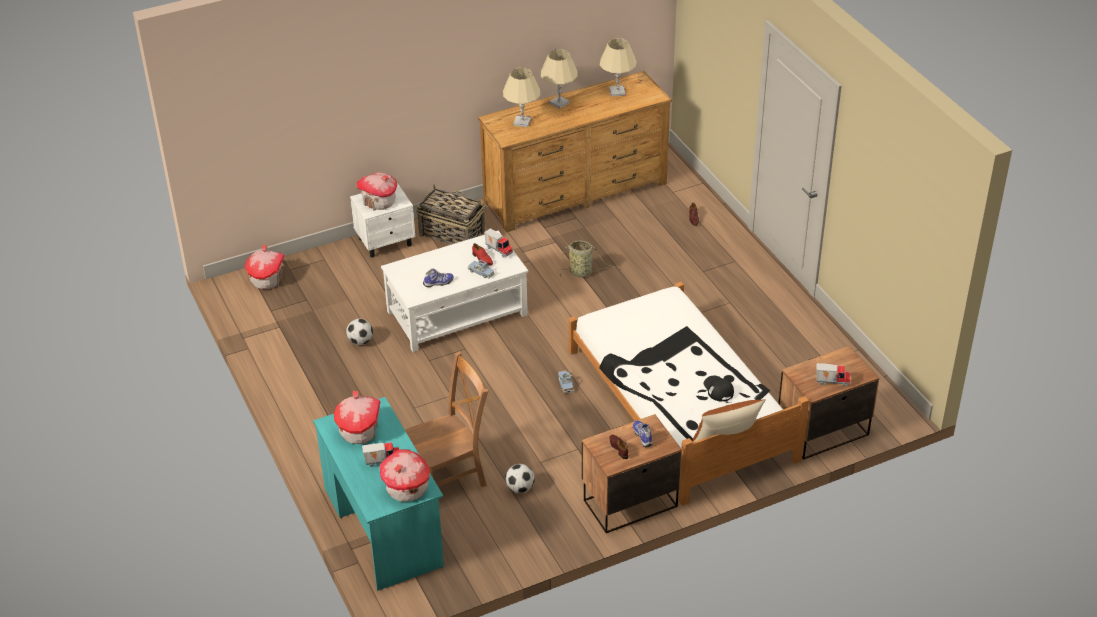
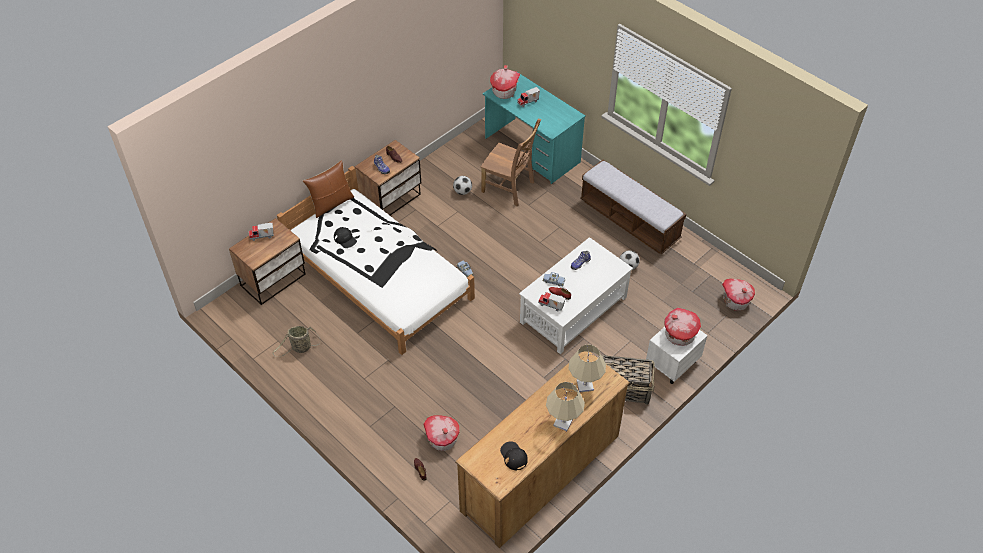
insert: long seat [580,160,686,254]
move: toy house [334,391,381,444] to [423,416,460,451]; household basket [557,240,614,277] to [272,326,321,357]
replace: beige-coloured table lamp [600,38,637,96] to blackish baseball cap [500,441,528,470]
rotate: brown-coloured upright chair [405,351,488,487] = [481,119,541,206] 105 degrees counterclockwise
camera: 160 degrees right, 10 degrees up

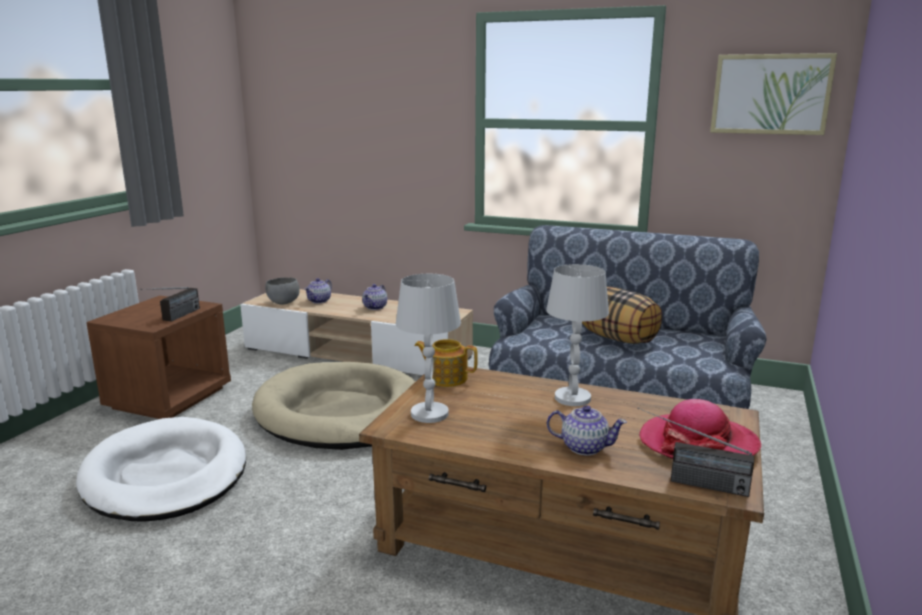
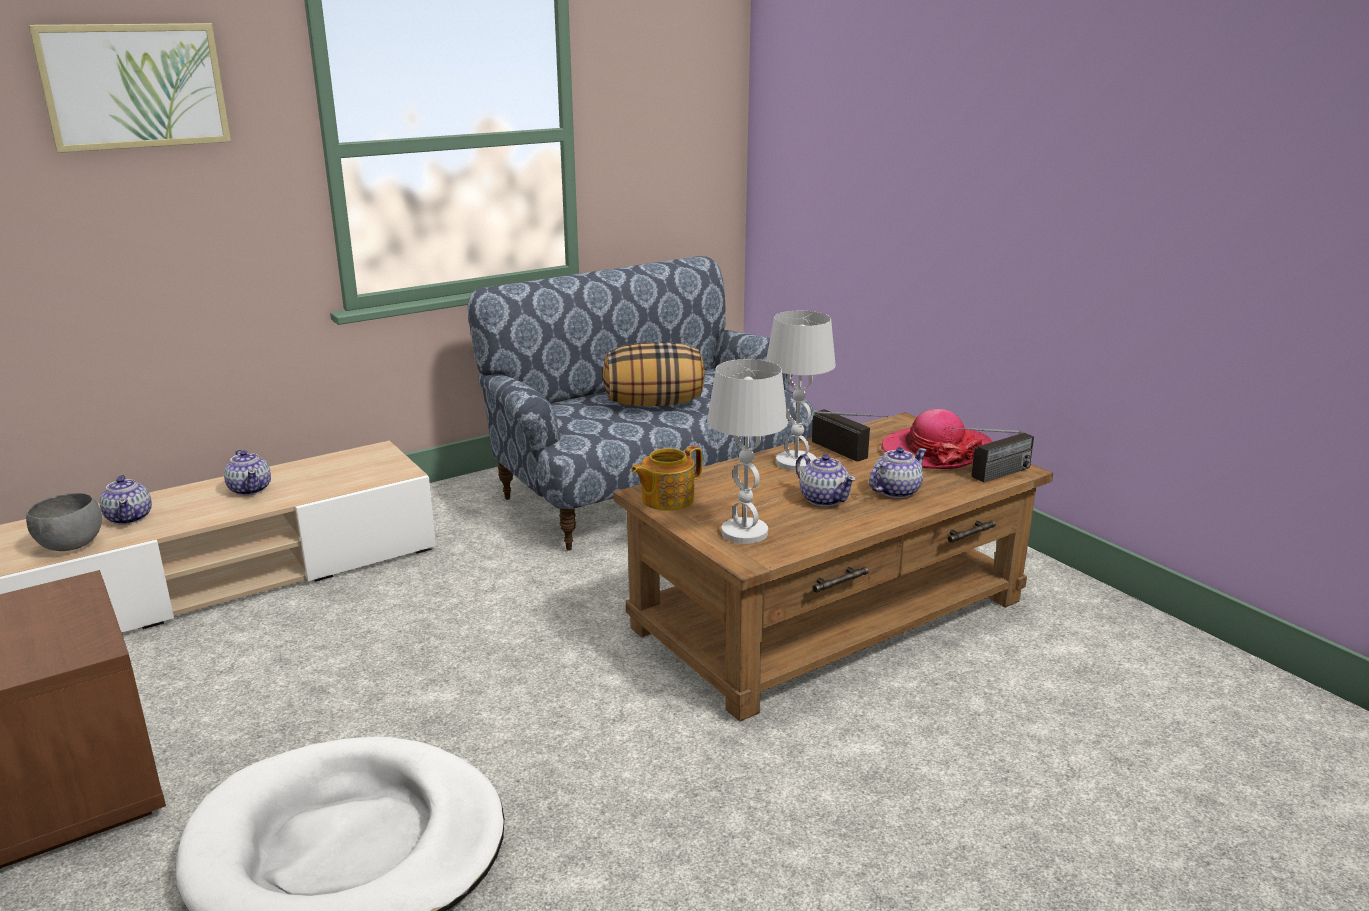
delete: beige-coloured dog bed [252,362,416,450]
insert: tea pot [796,454,856,507]
move: radio [140,287,200,322] to [812,409,889,461]; wall art [710,53,837,135] to [28,23,231,153]
camera: 55 degrees left, 5 degrees up

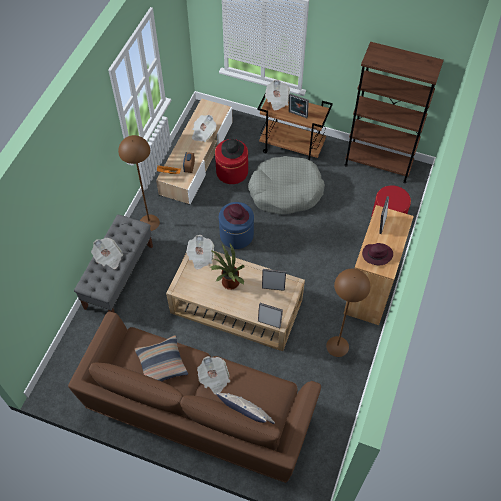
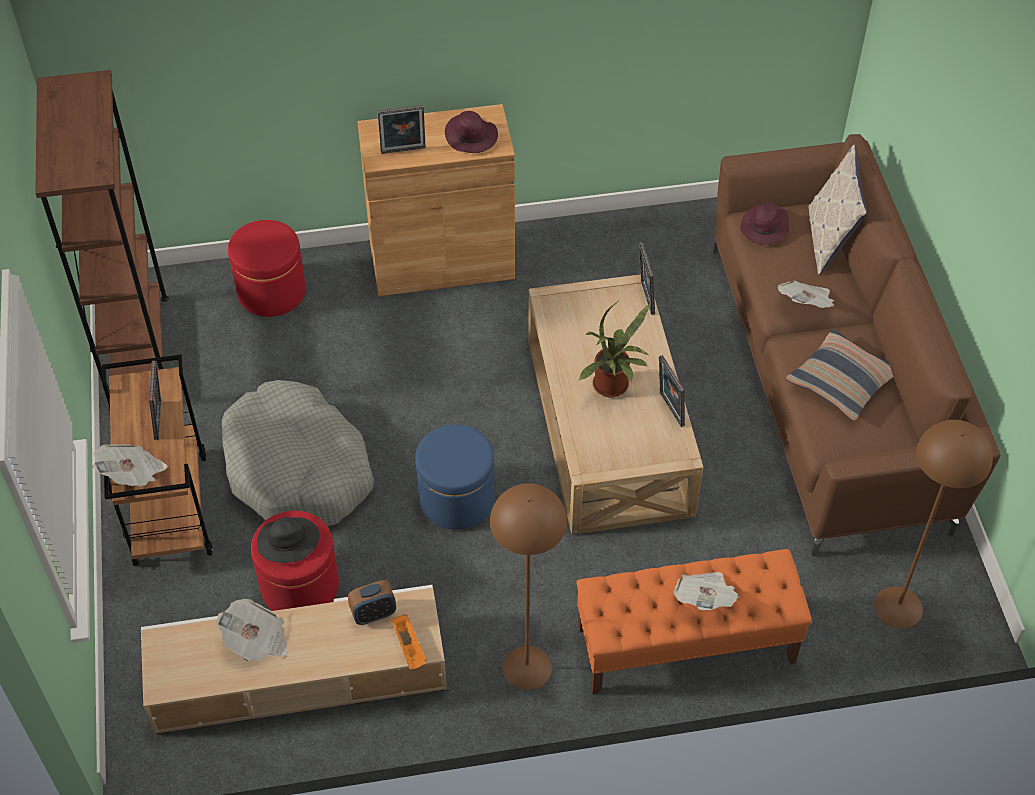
delete: printed paper [186,235,214,270]
move: purplish wearable hat [223,204,249,225] to [740,202,789,245]; photo frame [262,269,286,291] to [659,355,685,427]; brown-coloured standard lamp [326,269,370,357] to [874,420,993,629]
recolor: gray long seat [74,215,153,313] to orangey long seat [576,549,812,695]
camera: 120 degrees left, 5 degrees down

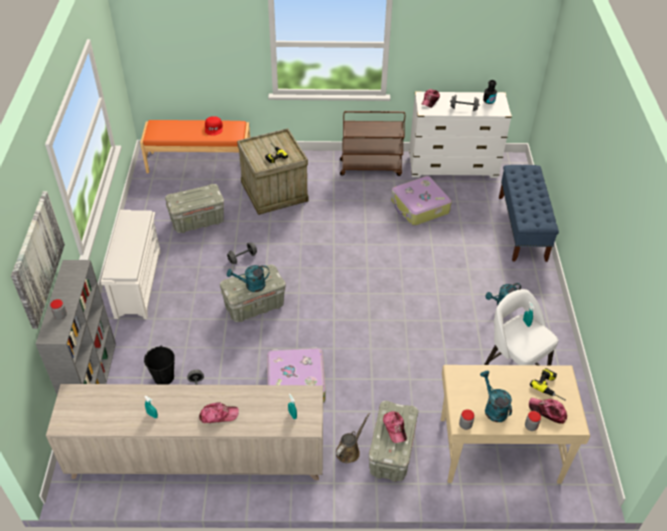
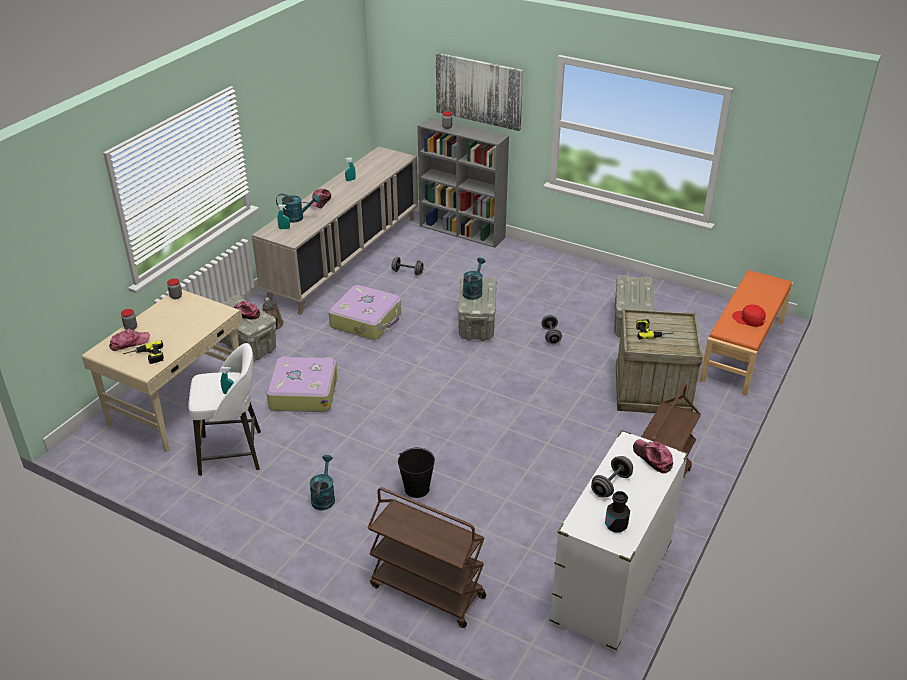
delete: whitish shoe rack [101,210,161,319]
move: blackish water bucket [144,345,175,385] to [398,448,435,498]; suitcase [391,176,452,226] to [267,356,338,412]; turquoise watering pot [480,371,512,422] to [276,194,320,223]
replace: blue long seat [499,165,559,262] to brown-coloured wheeled cart [368,487,486,628]
camera: 120 degrees right, 10 degrees down

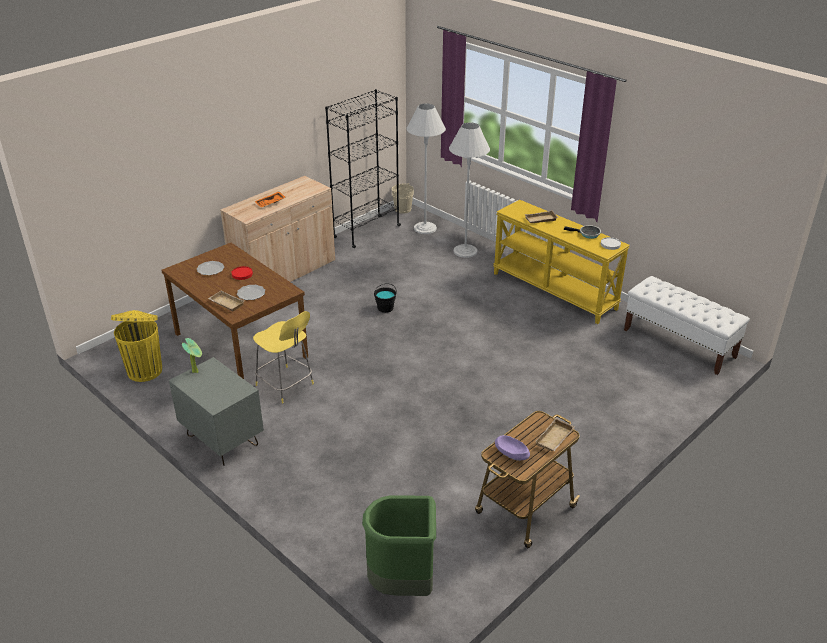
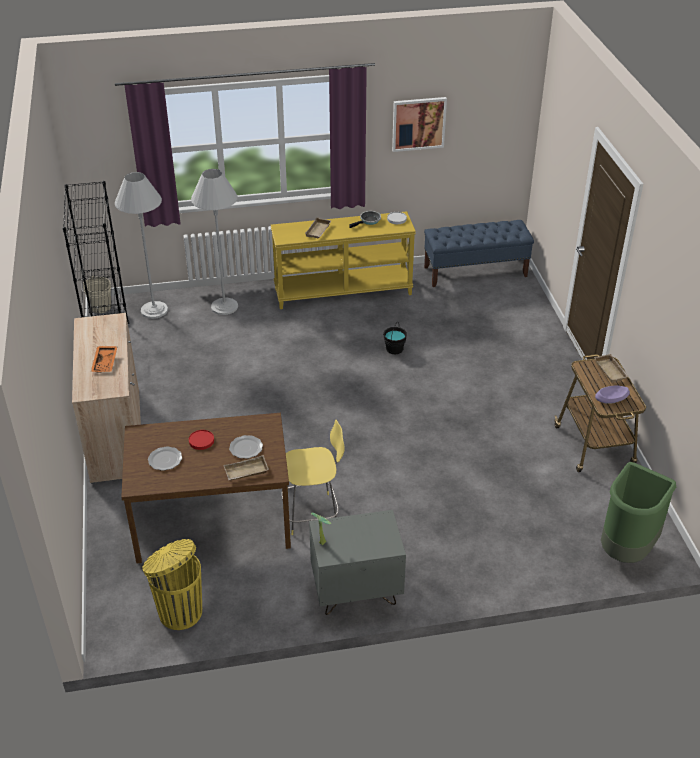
insert: wall art [392,97,447,152]
move: blackish water bucket [374,284,396,313] to [383,322,407,354]
recolor: whitish long seat [624,276,750,375] to blue long seat [424,220,534,287]
camera: 55 degrees left, 5 degrees up

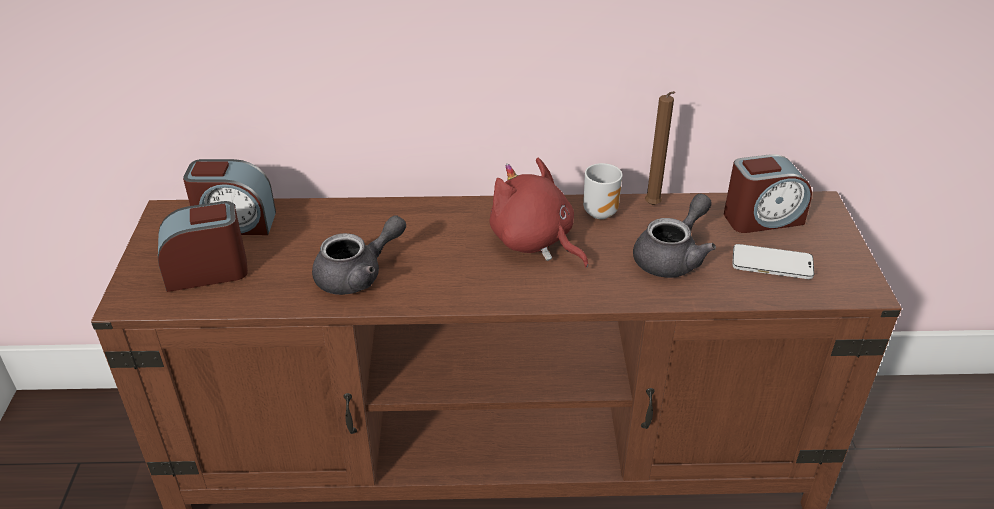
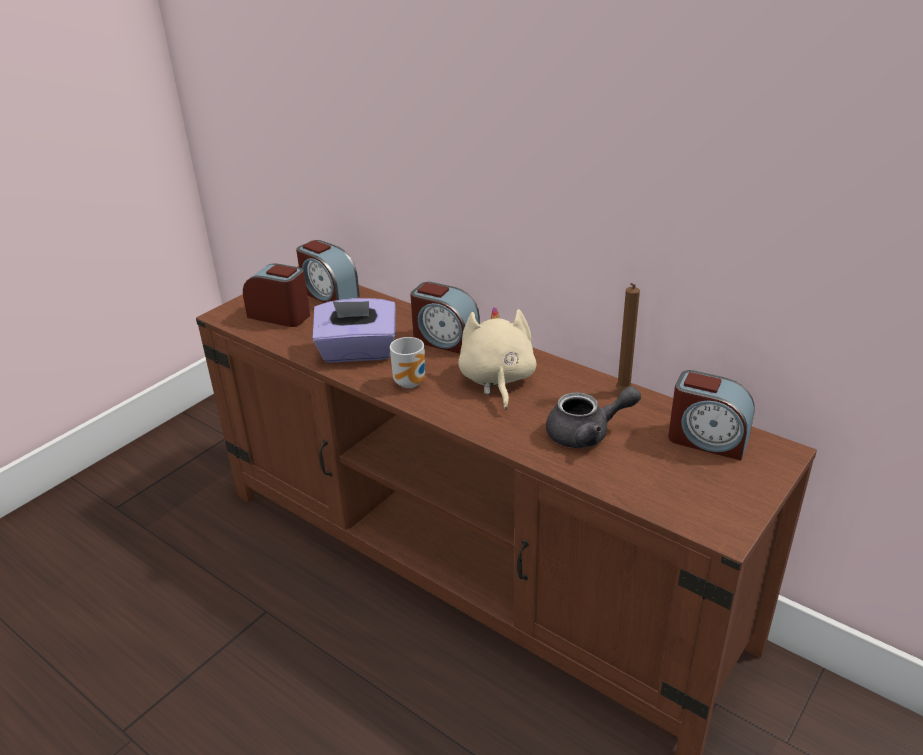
delete: phone [732,244,814,279]
insert: table clock [410,282,480,354]
move: mug [583,163,623,219] to [390,337,425,388]
replace: gray tea pot [312,215,406,295] to purplish box of tissues [312,298,396,363]
recolor: red cuddly toy [490,158,588,267] to beige-coloured cuddly toy [458,306,537,410]
camera: 40 degrees right, 5 degrees down

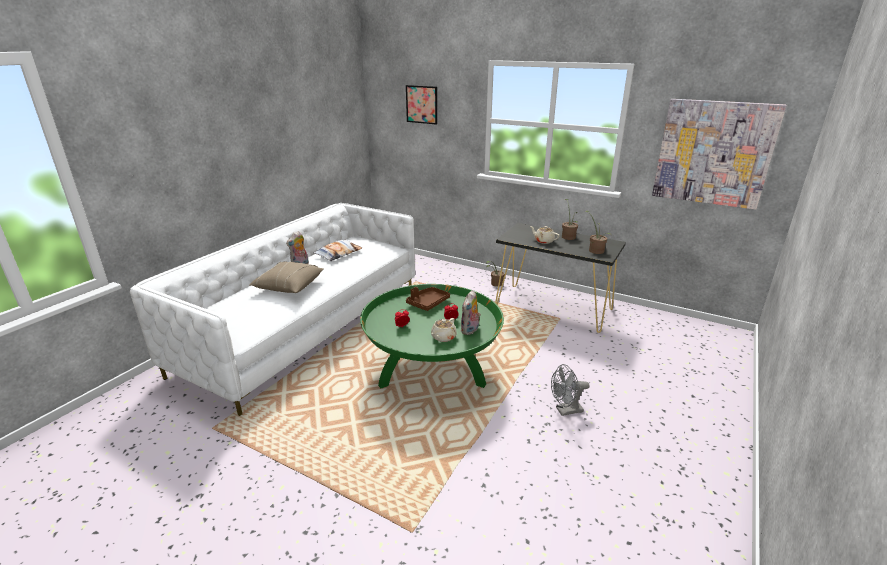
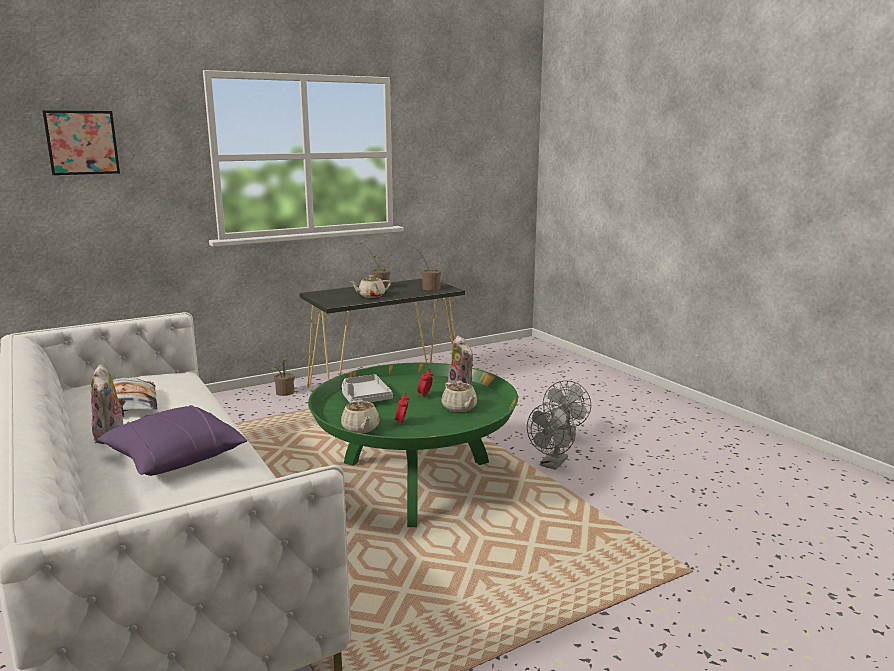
delete: wall art [652,99,787,210]
insert: beige-coloured tea pot [341,399,380,433]; gray cooling fan [527,403,576,470]
recolor: beige-coloured throw pillow [250,261,324,293] to purplish throw pillow [97,405,247,476]; brown-coloured serving tray [406,287,450,311] to gray serving tray [342,374,393,403]
camera: 60 degrees left, 10 degrees down

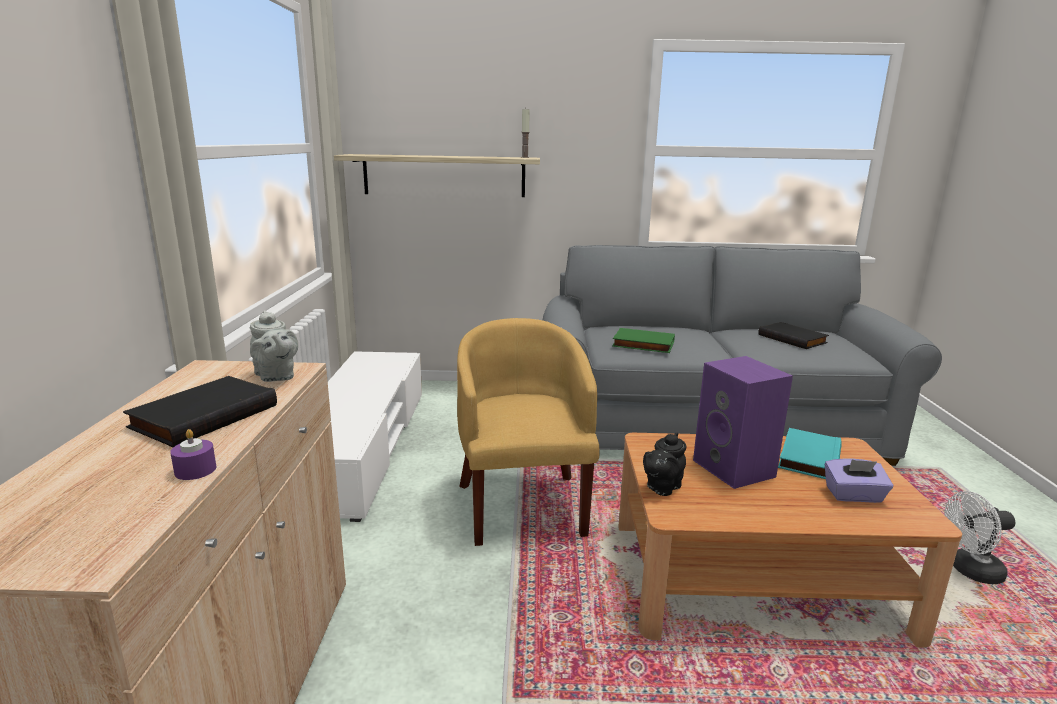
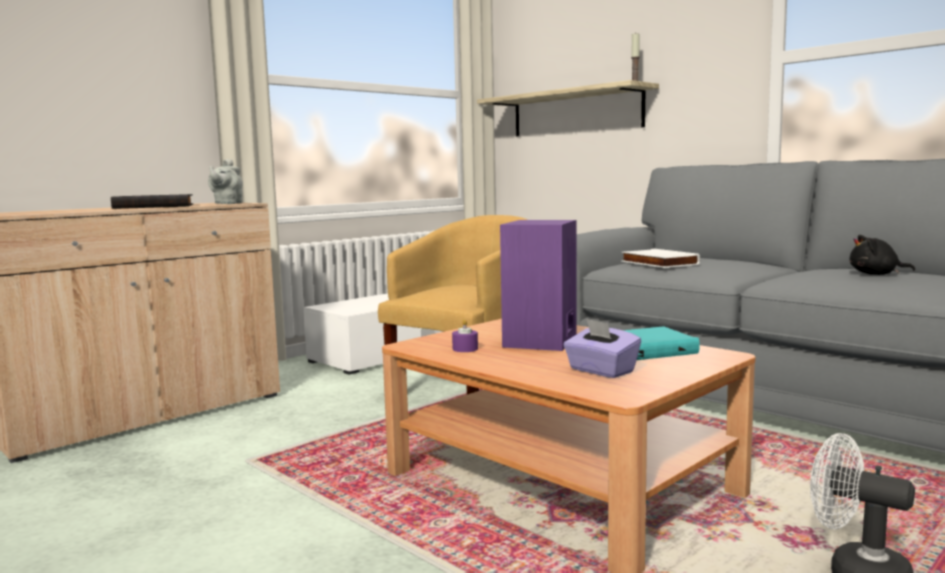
delete: blackish tea pot [643,433,687,496]
move: purplish wax candle [170,429,216,480] to [452,319,478,352]
replace: blackish book [758,322,829,349] to blackish cuddly toy [849,235,915,275]
recolor: green-coloured book [612,328,675,353] to whitish book [621,249,700,268]
camera: 45 degrees right, 10 degrees down

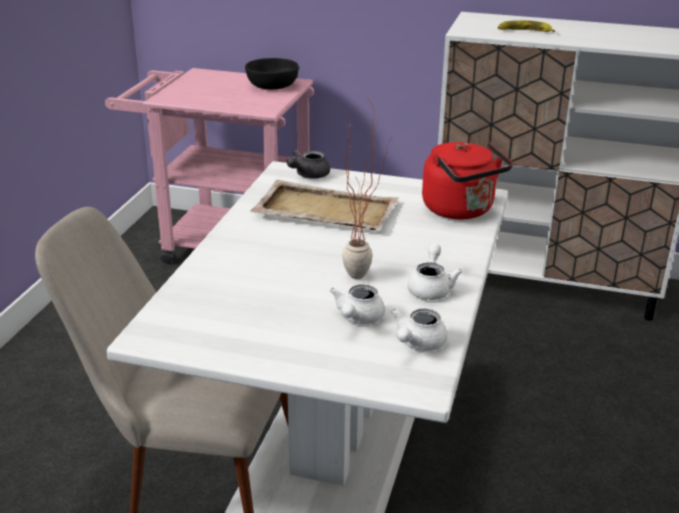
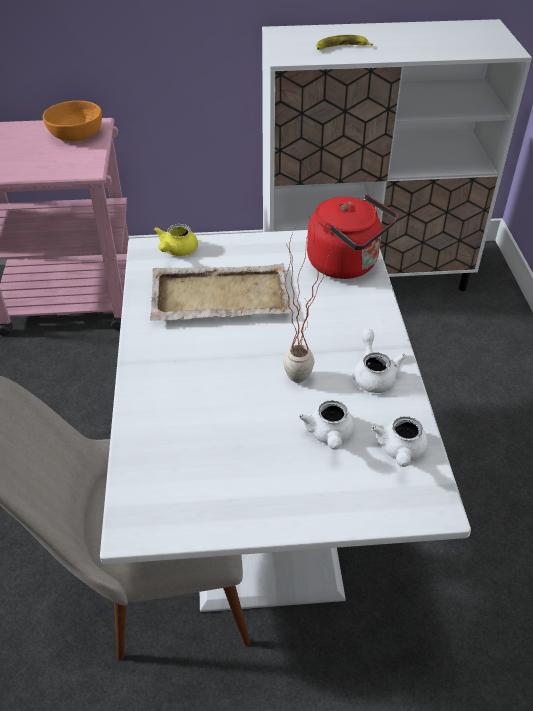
recolor: blackish deep dish [245,58,299,89] to orangey deep dish [43,101,102,141]; gray tea pot [287,150,330,179] to yellow tea pot [154,224,198,256]
camera: 20 degrees left, 15 degrees up

